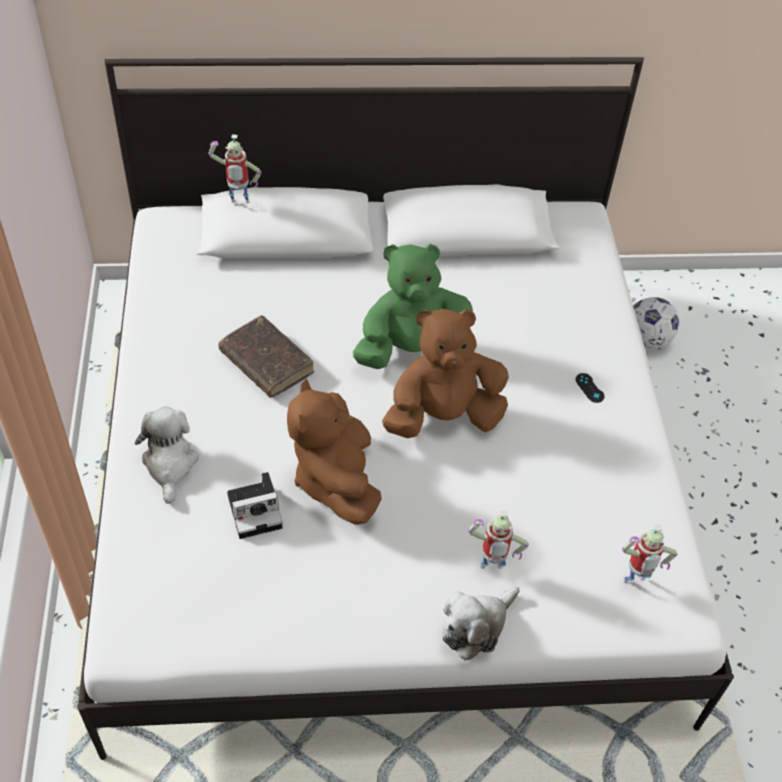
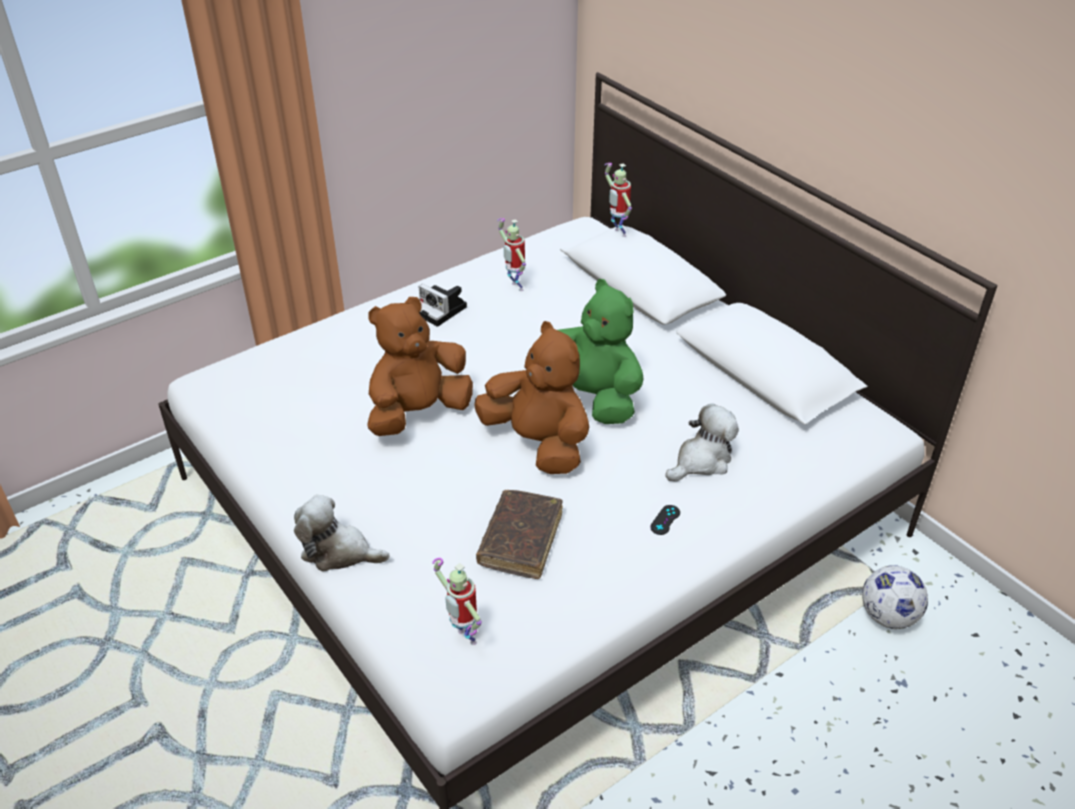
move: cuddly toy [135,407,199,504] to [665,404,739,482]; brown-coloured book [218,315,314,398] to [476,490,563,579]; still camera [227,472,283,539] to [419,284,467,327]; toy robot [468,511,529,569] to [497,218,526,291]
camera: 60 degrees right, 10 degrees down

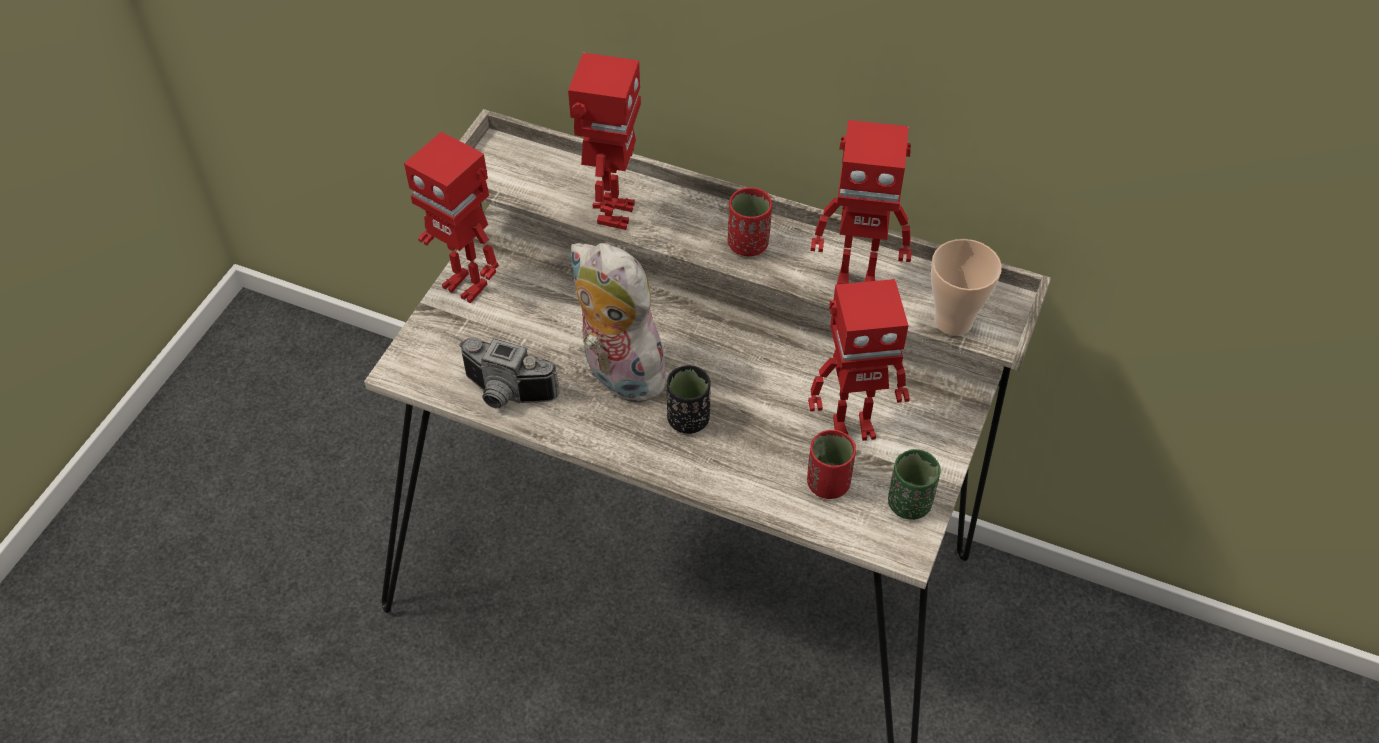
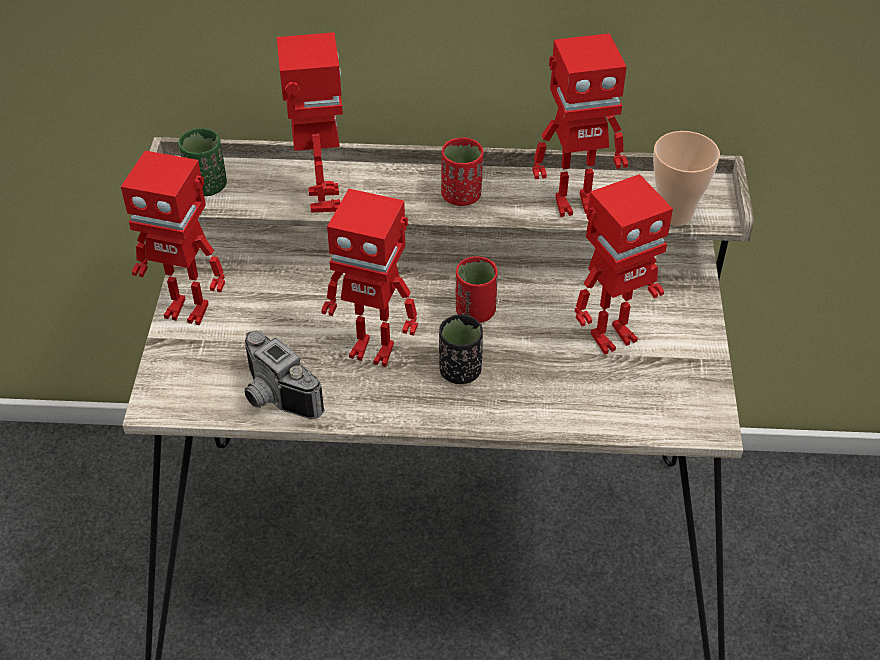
move: red drinking cup [807,430,856,499] to [456,256,498,323]; green-coloured drinking cup [888,449,941,520] to [178,128,227,196]
replace: cuddly toy [570,243,666,403] to toy robot [321,189,418,367]
rotate: still camera [459,338,559,409] = [245,330,324,419] 45 degrees clockwise
camera: 20 degrees left, 5 degrees down

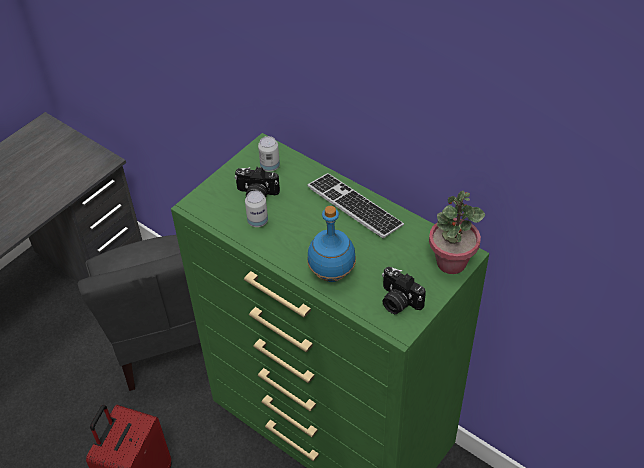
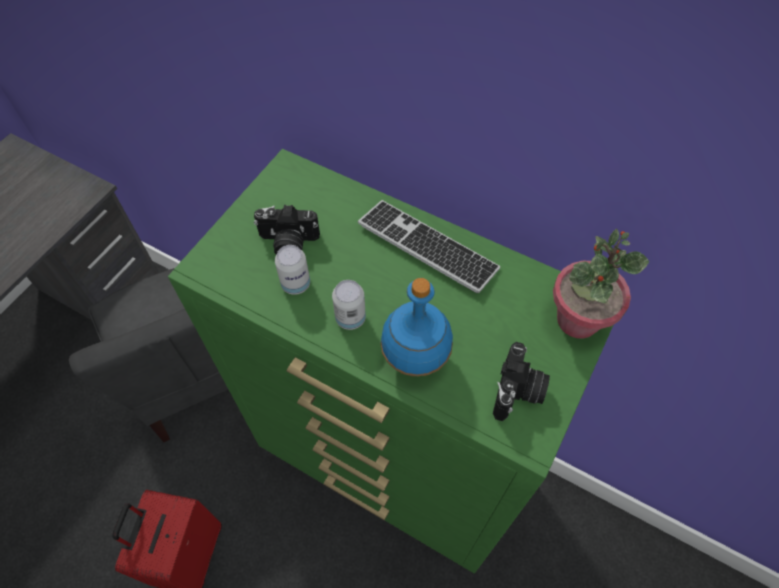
move: metal can [258,136,280,172] to [332,280,366,330]
rotate: still camera [382,267,426,314] = [493,342,550,421] 105 degrees counterclockwise
camera: 10 degrees left, 10 degrees up

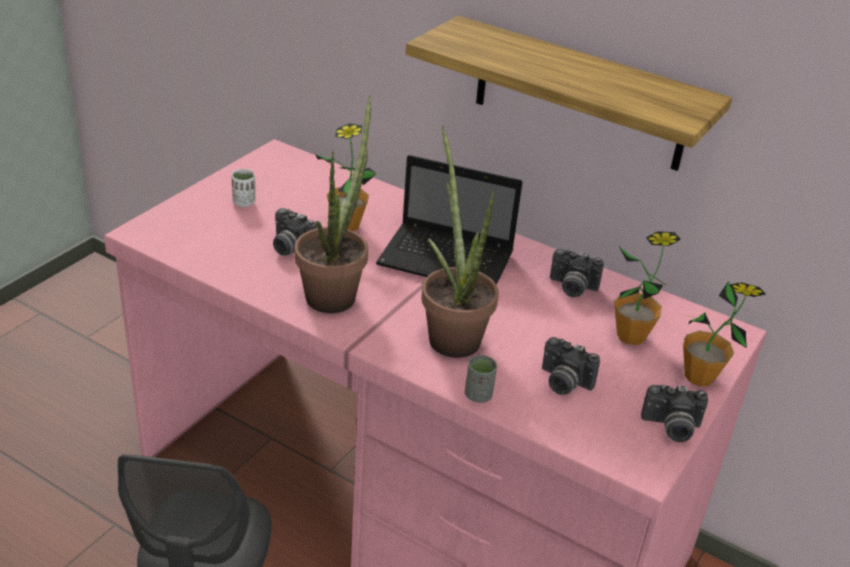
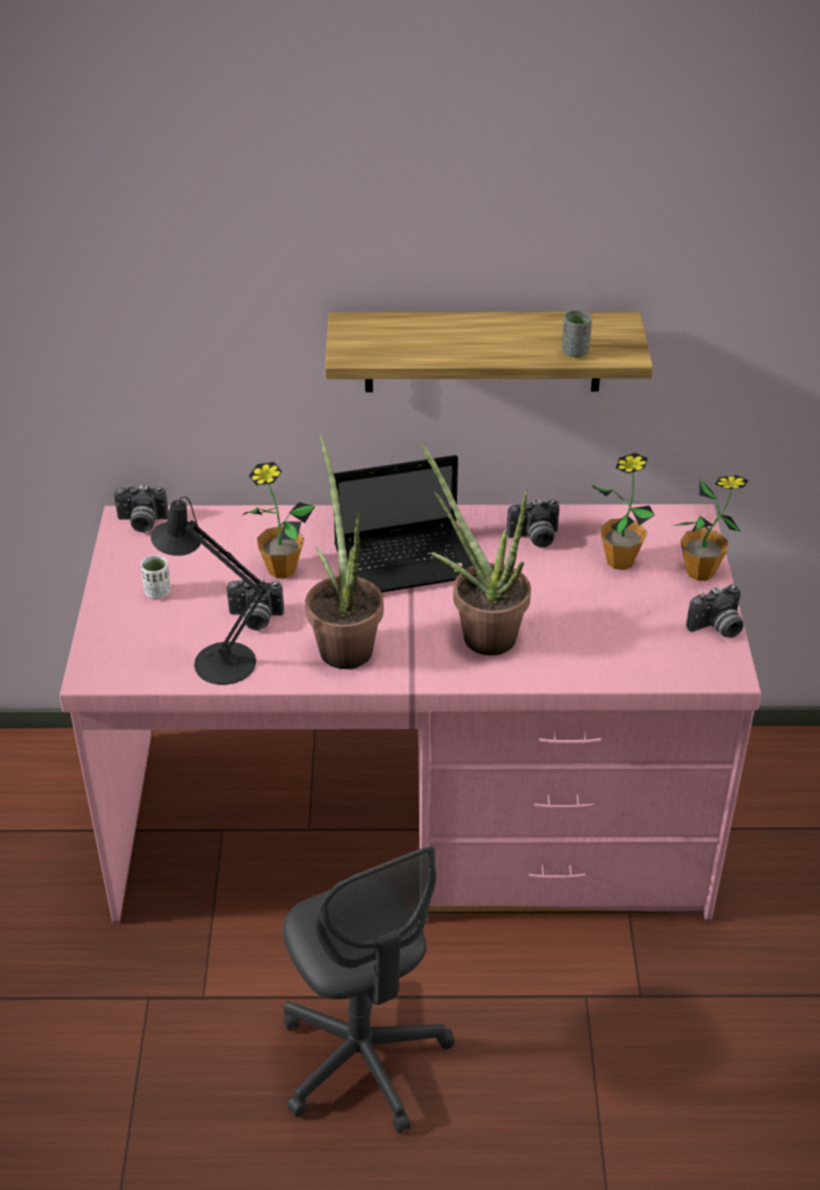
insert: blackish table lamp [151,496,267,685]
move: gray drinking cup [465,355,497,403] to [562,310,592,357]; still camera [542,337,600,395] to [114,485,169,533]
camera: 30 degrees left, 5 degrees up

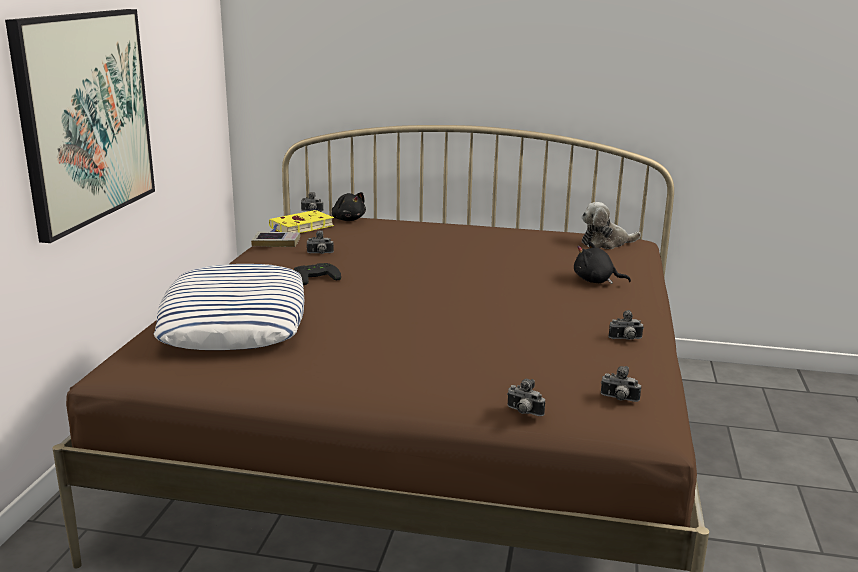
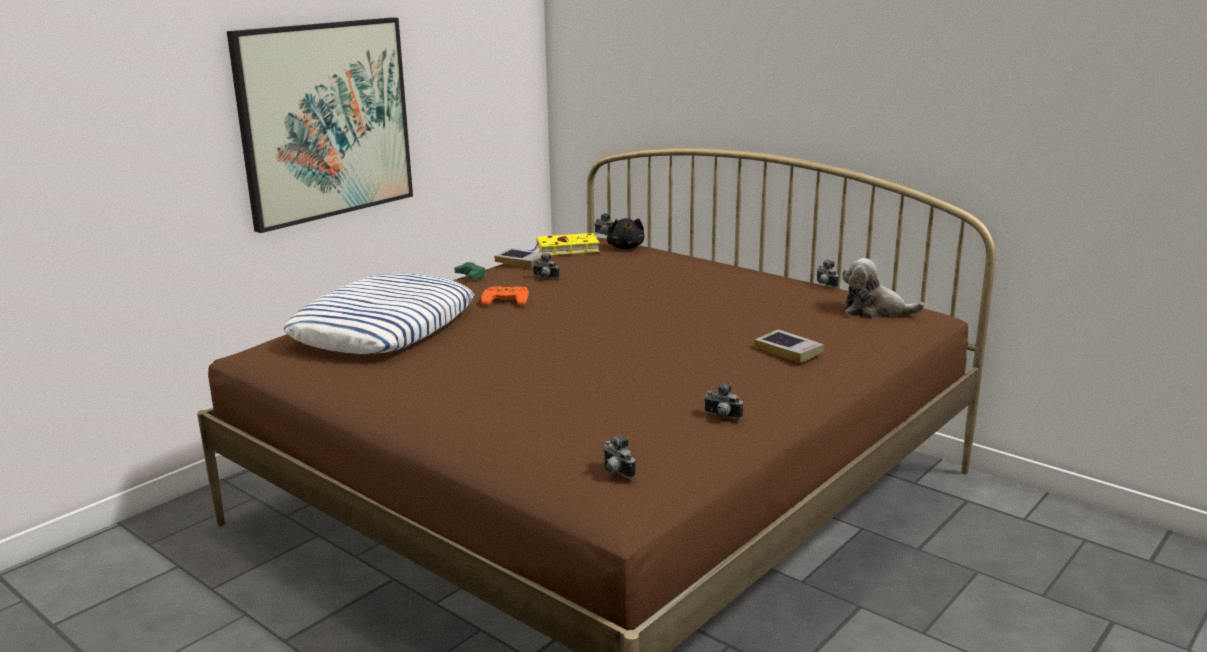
insert: green-coloured joypad [454,262,486,280]
move: still camera [507,379,545,416] to [817,260,839,288]
replace: blackish cuddly toy [574,241,631,284] to book [754,329,824,363]
recolor: blackish joypad [294,263,341,285] to orangey joypad [481,286,529,306]
camera: 30 degrees right, 0 degrees up

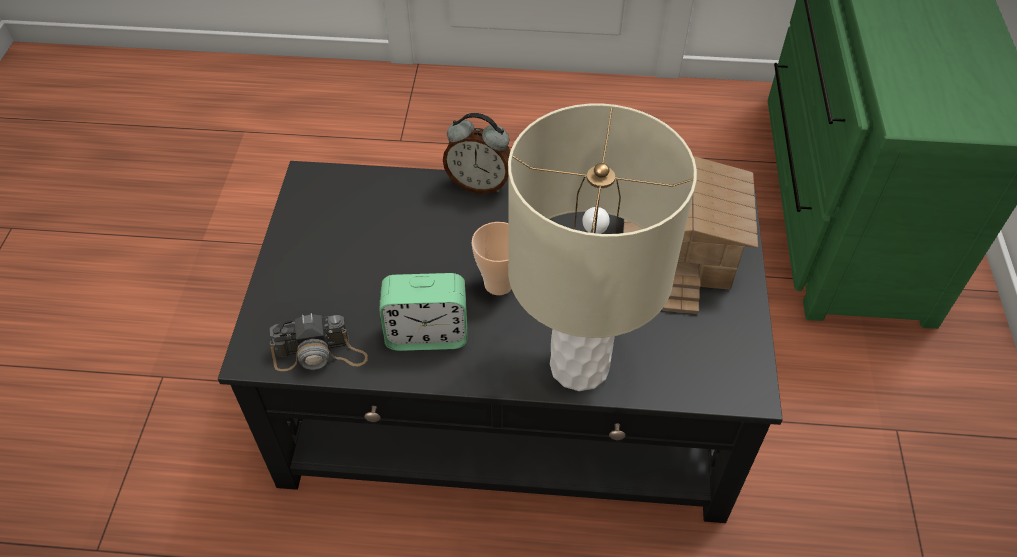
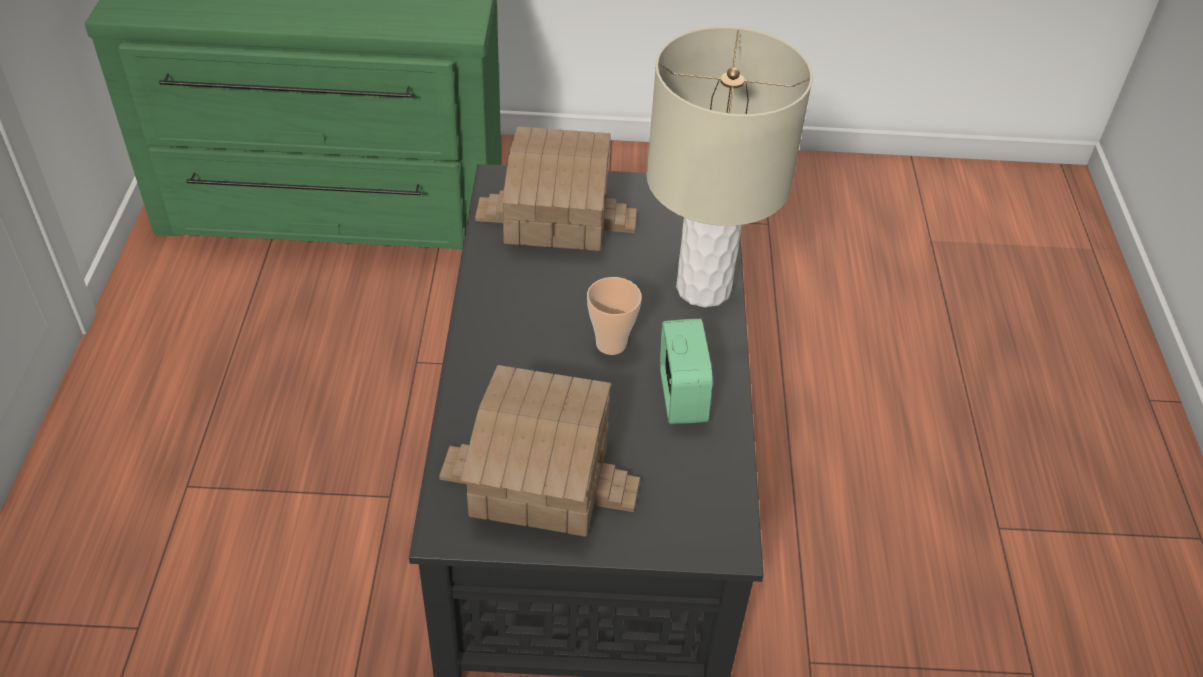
delete: still camera [270,313,368,371]; table clock [443,113,511,194]
insert: toy house [439,365,640,537]
camera: 95 degrees left, 5 degrees down

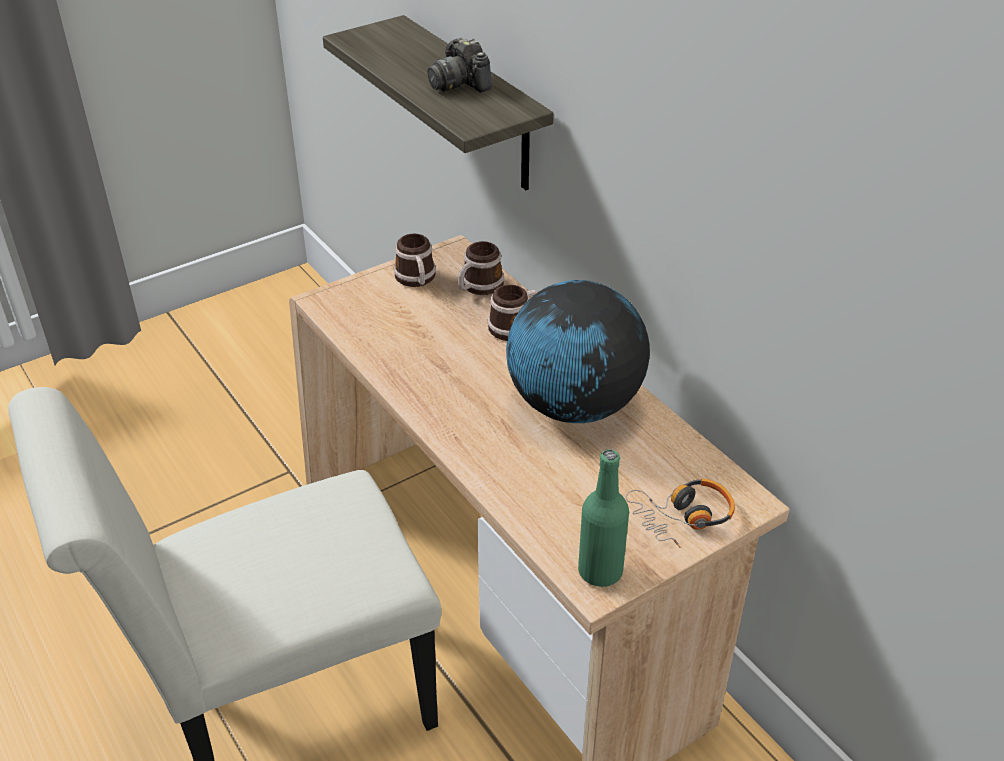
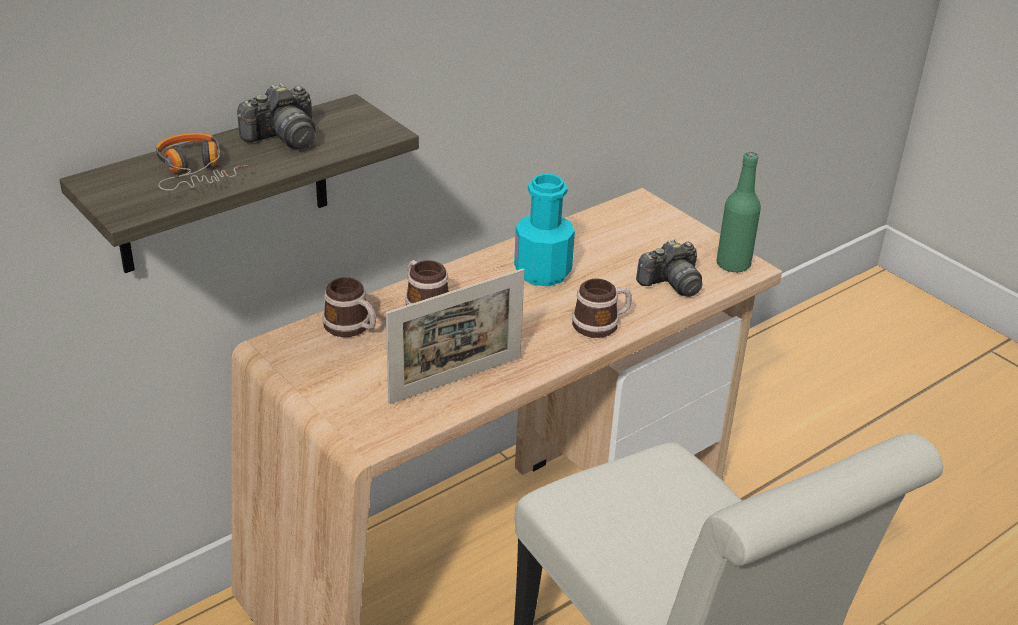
insert: photo frame [386,269,525,404]; still camera [636,239,702,297]
move: mug [394,234,436,287] to [572,278,632,338]; headset [626,479,735,548] to [156,133,248,191]
replace: globe [506,280,650,423] to turquoise beverage bottle [514,174,575,286]
camera: 95 degrees left, 5 degrees down

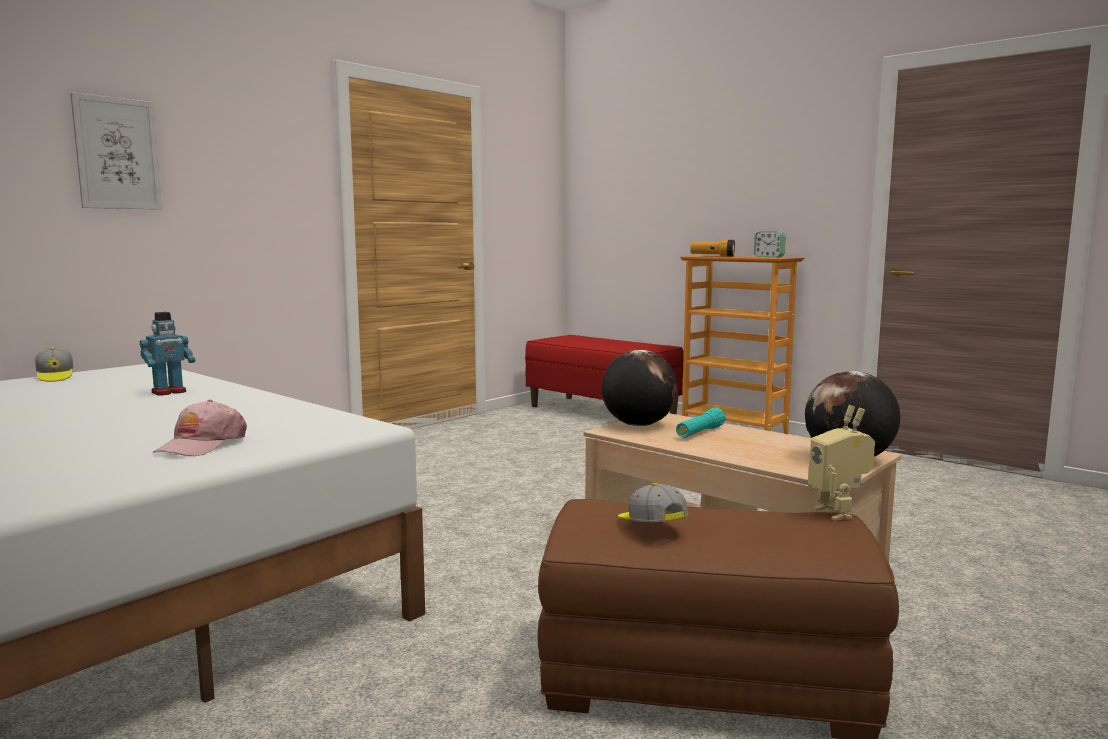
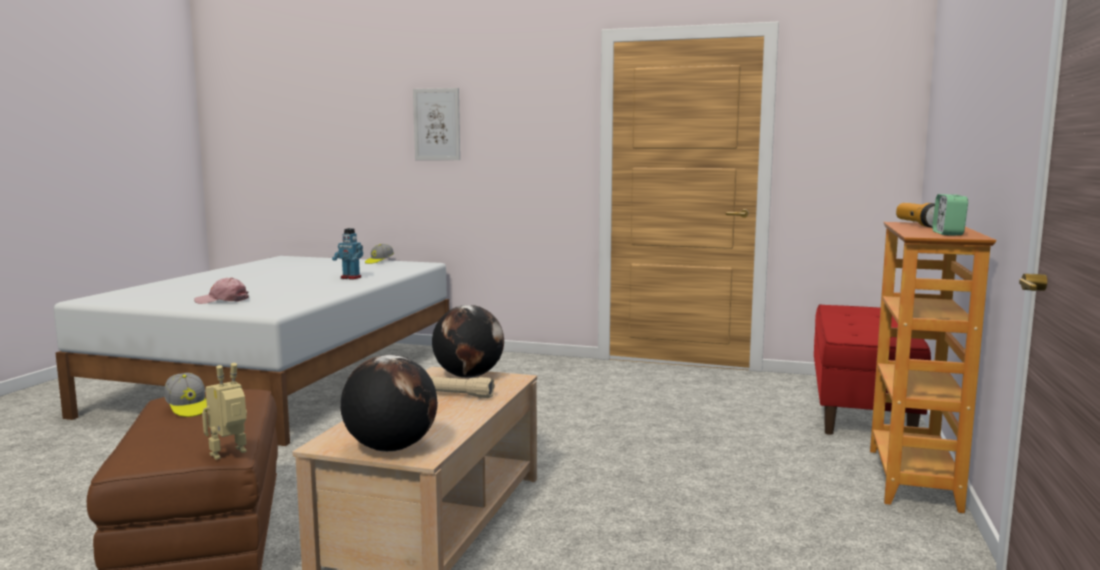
recolor: turquoise hand torch [676,408,726,438] to beige-coloured hand torch [430,376,495,398]
rotate: baseball cap [618,483,689,522] = [164,373,207,417] 105 degrees clockwise
camera: 65 degrees right, 0 degrees up

